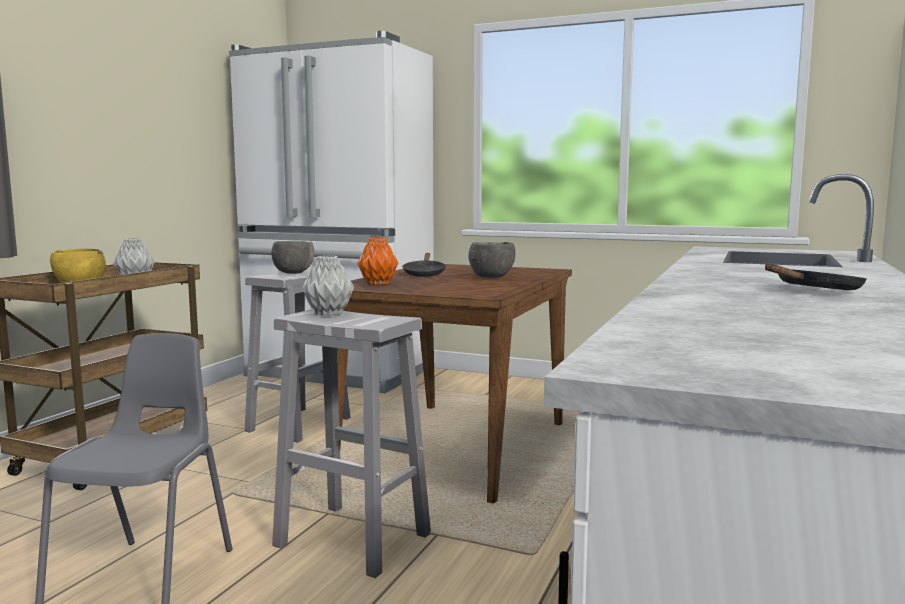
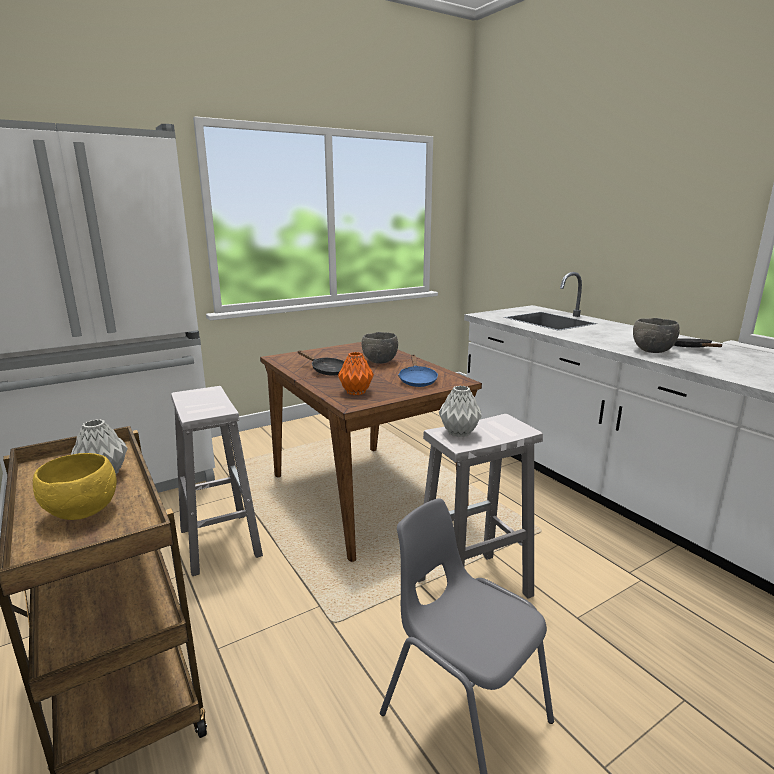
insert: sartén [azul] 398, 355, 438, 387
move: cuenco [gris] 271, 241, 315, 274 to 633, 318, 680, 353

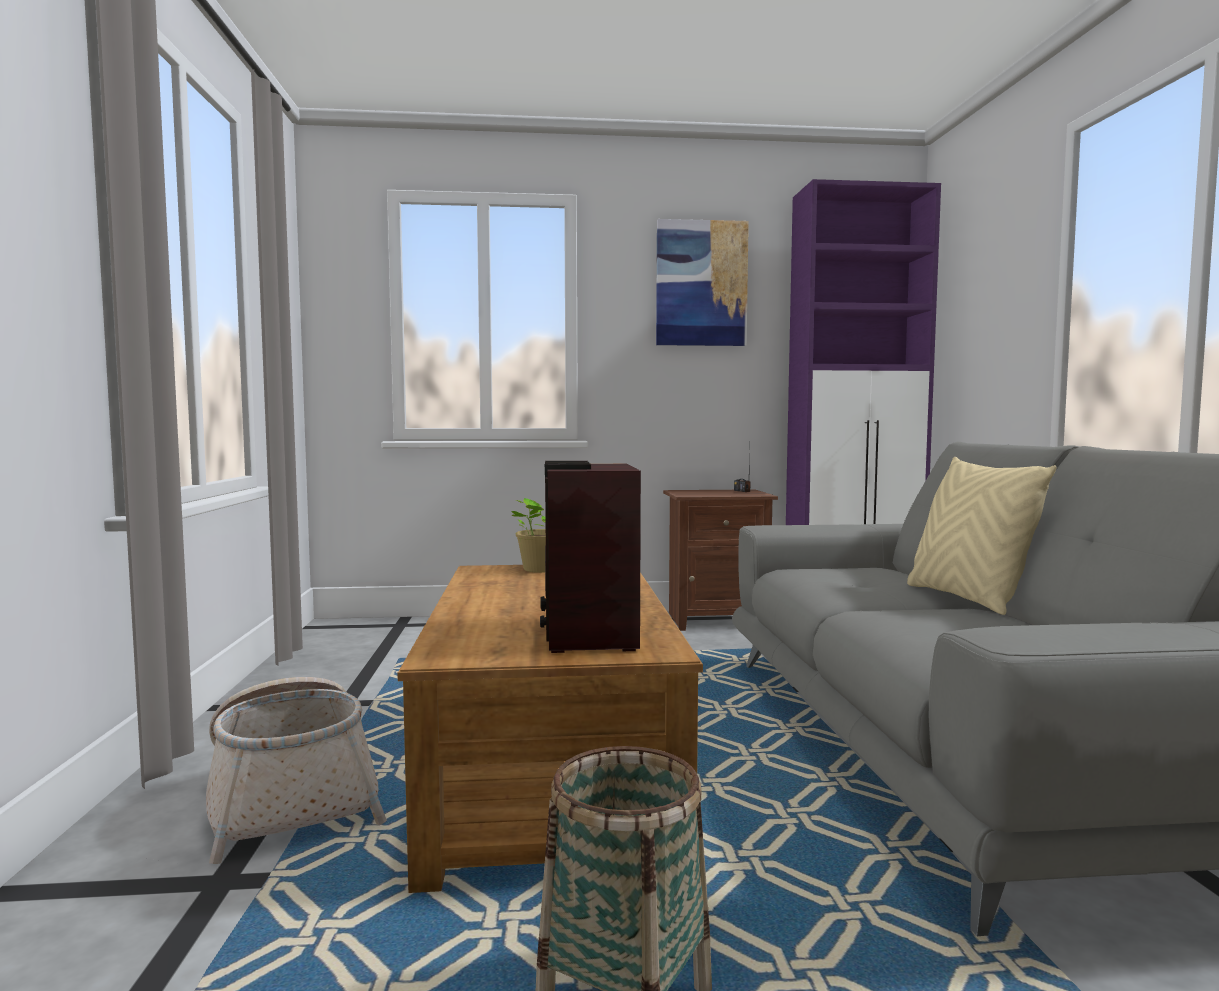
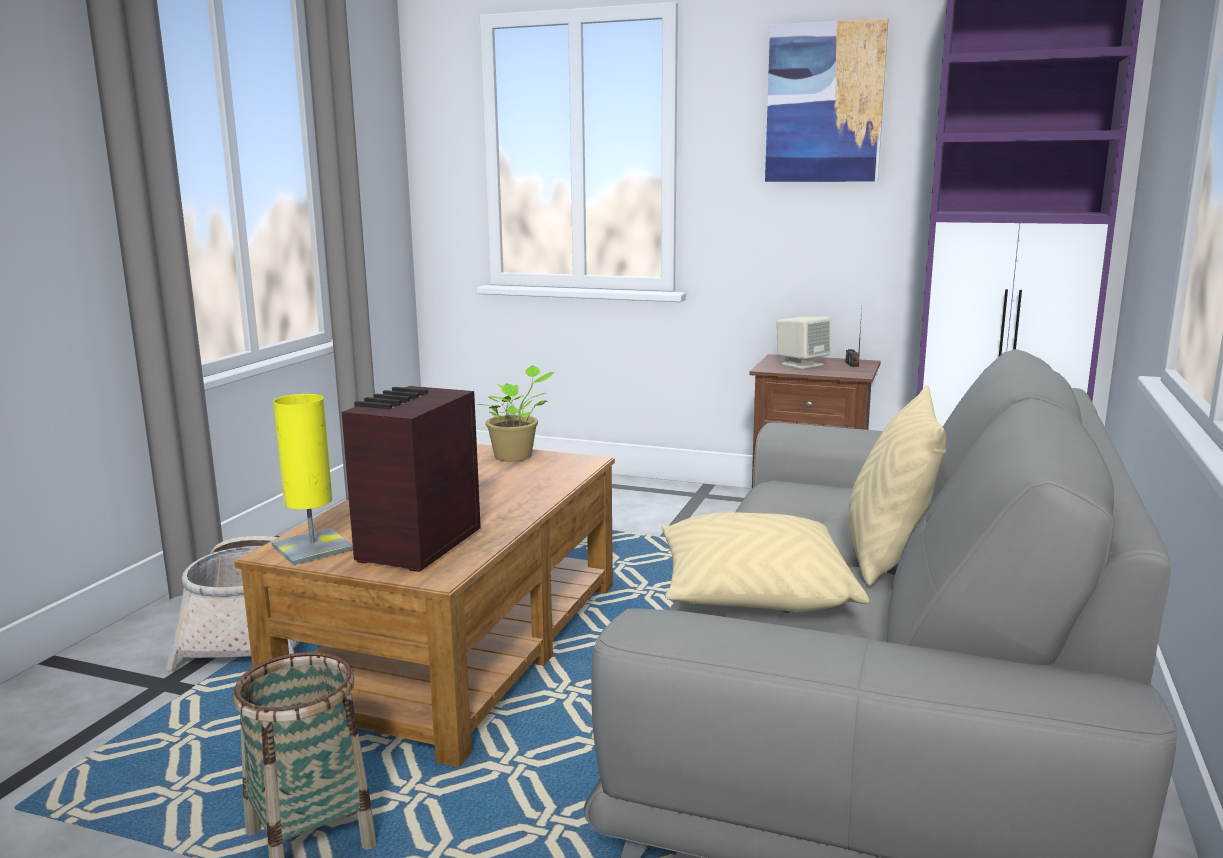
insert: lámpara de mesa [amarillo] 272, 394, 353, 565; cojín [beis] 661, 512, 869, 612; altavoz [beis] 777, 317, 831, 369

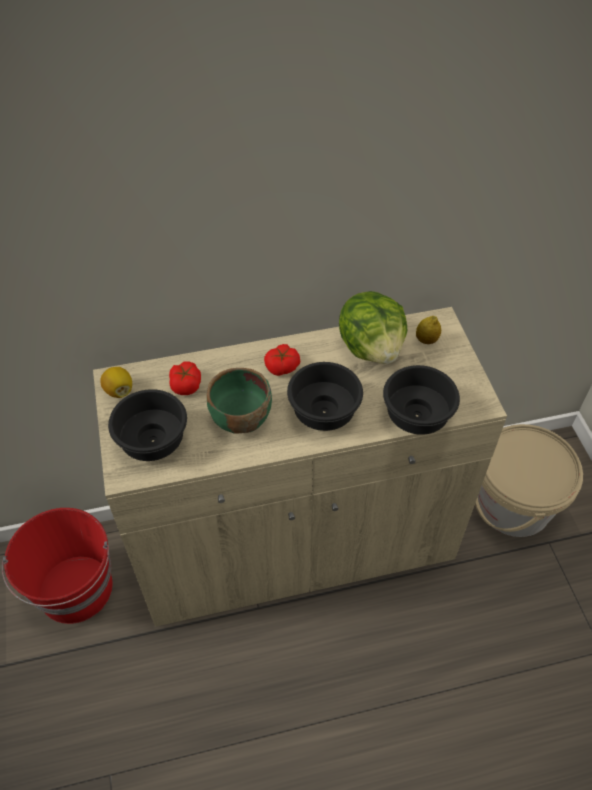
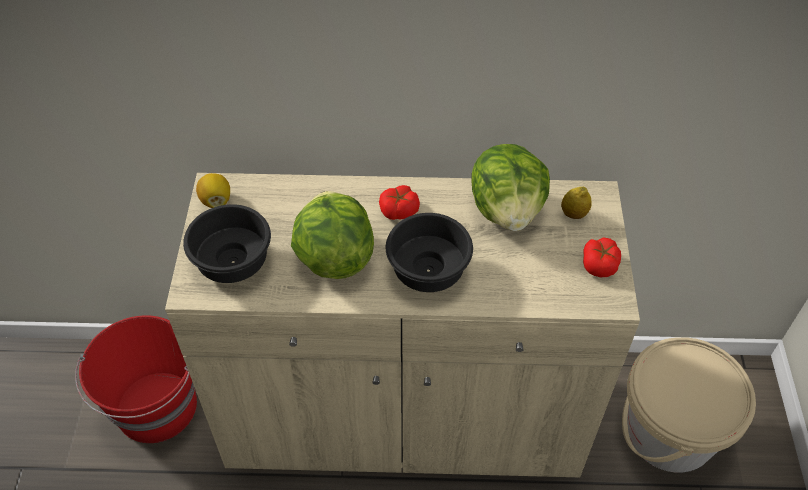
delete: cuenco [negro] 383, 365, 460, 435
move: tomate 169, 362, 201, 395 to 583, 237, 621, 277
replace: cuenco [verde] 207, 368, 272, 434 to lechuga 291, 191, 374, 279

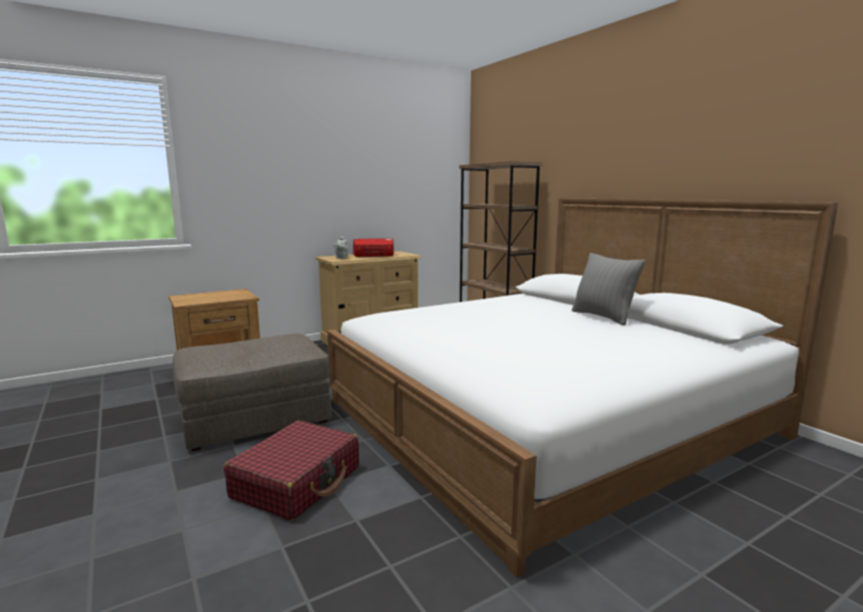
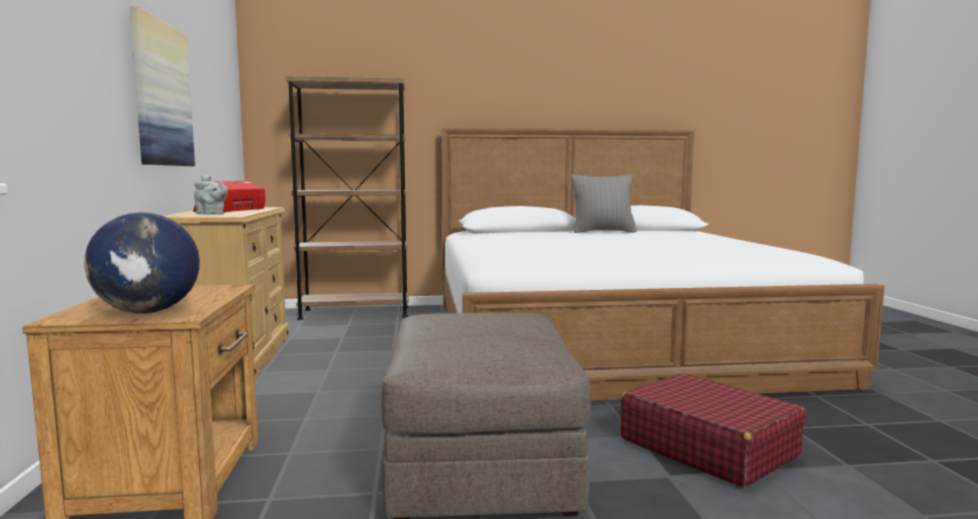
insert: globo terráqueo 84, 212, 200, 313; cuadro 130, 5, 195, 166

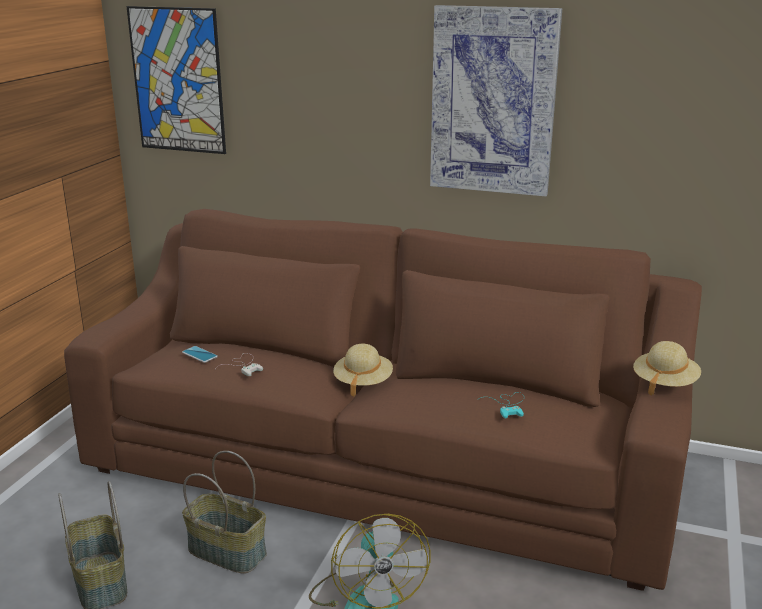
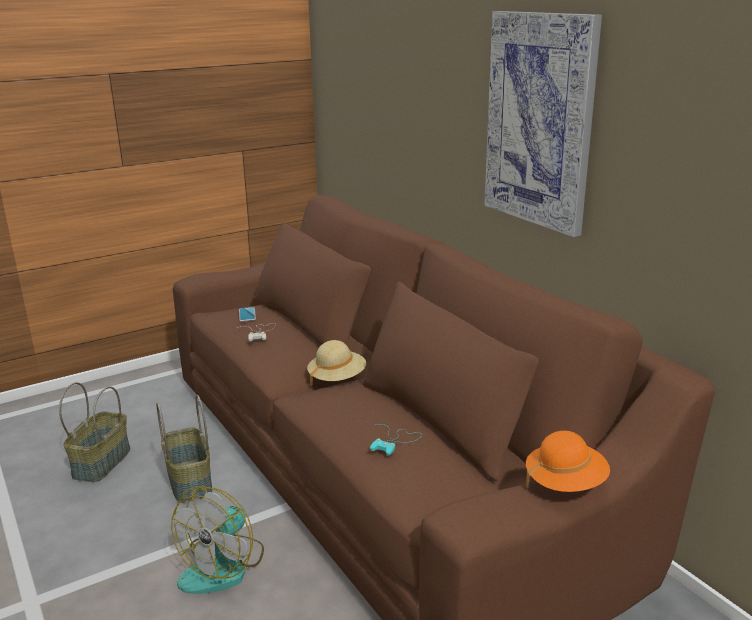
delete: cuadro 126, 6, 226, 154
recolor: sombrero [beis] 633, 341, 701, 396 to sombrero [naranja] 526, 431, 610, 492

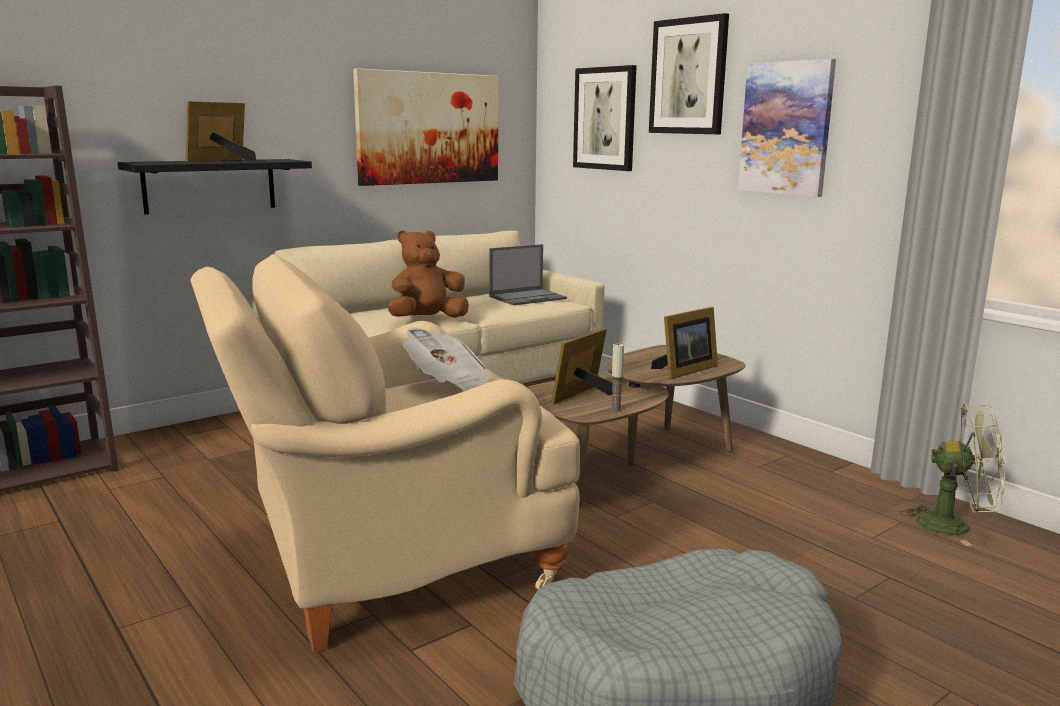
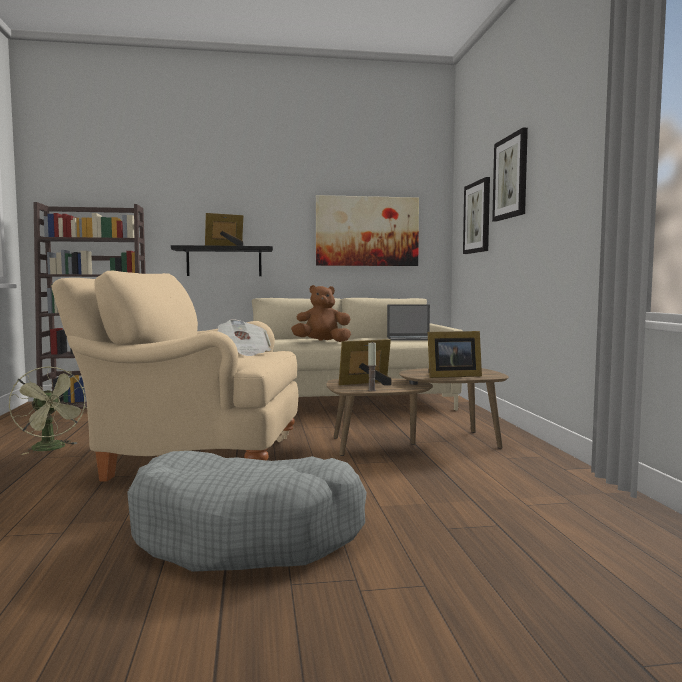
delete: cuadro 738, 59, 836, 197
move: ventilador [verde] 900, 403, 1005, 546 to 9, 366, 87, 455

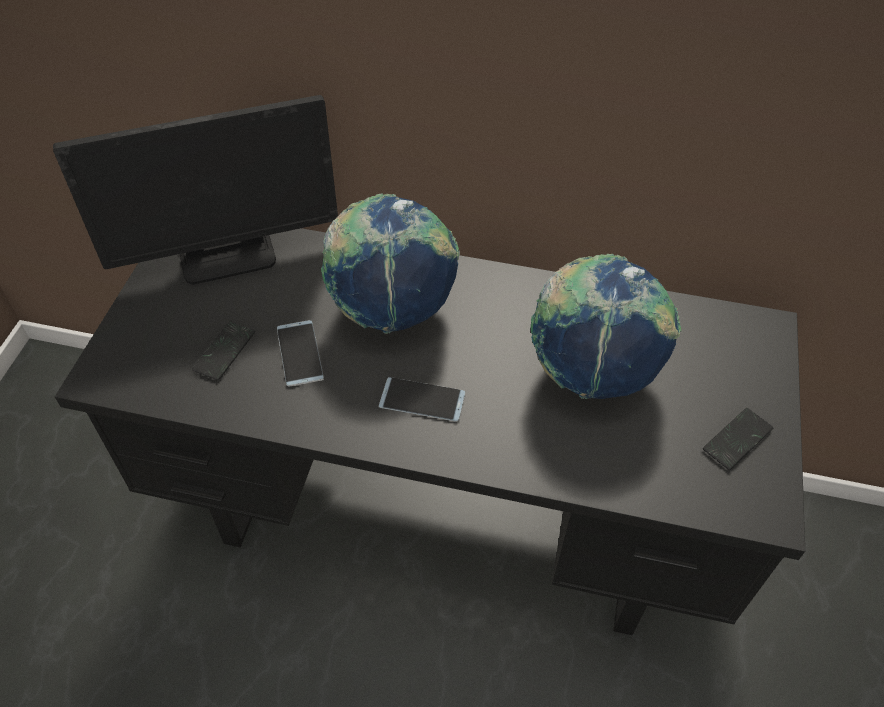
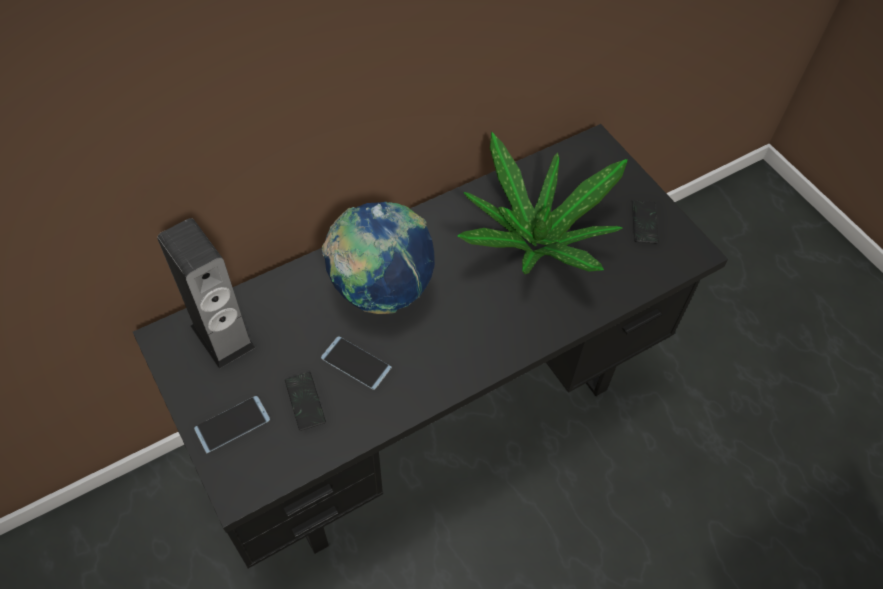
move: móvil 379, 377, 465, 422 to 194, 396, 270, 453
replace: monitor 53, 95, 338, 285 to altavoz 157, 218, 256, 369; globo terráqueo 531, 254, 681, 399 to planta en maceta 457, 132, 628, 274

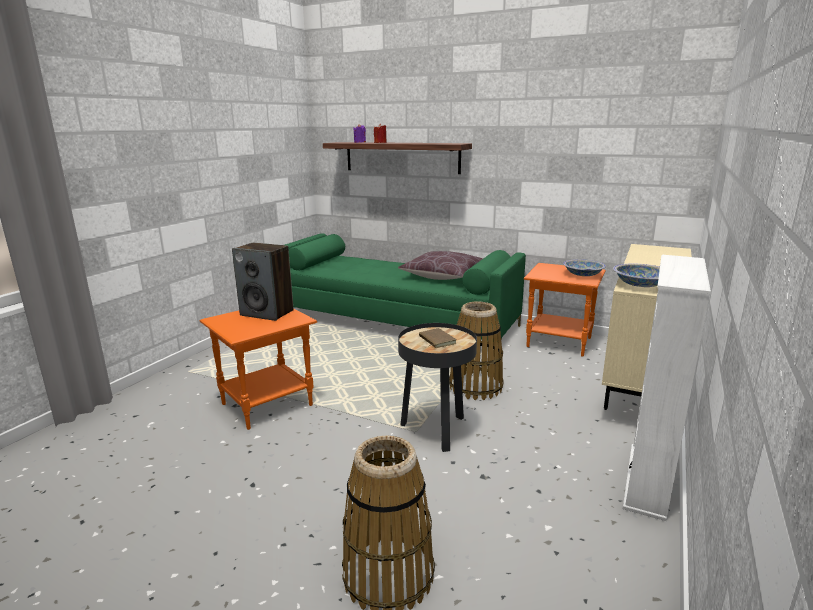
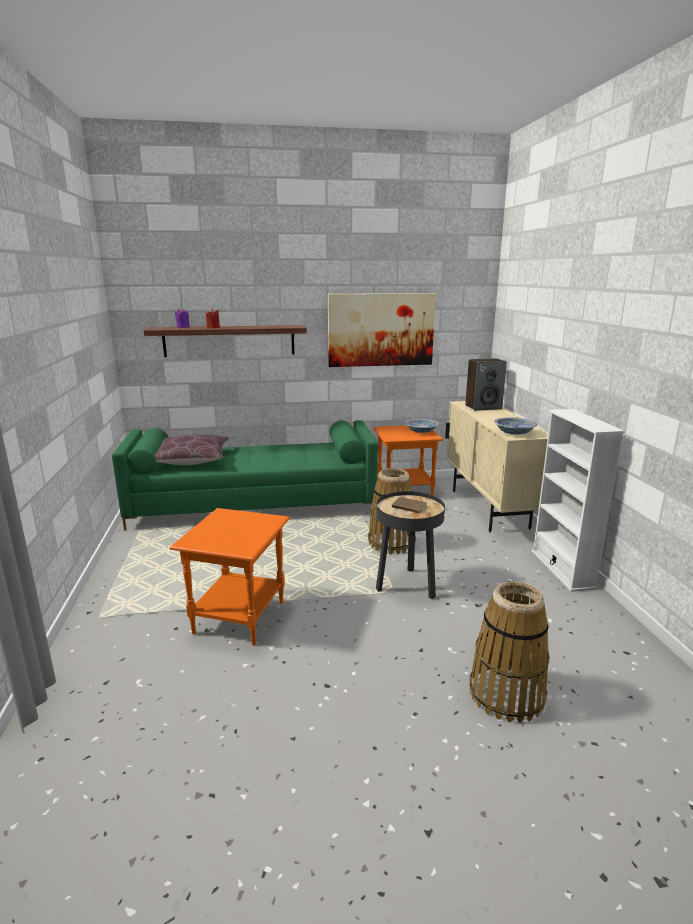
insert: cuadro 328, 293, 436, 367
move: cojín [marrón] 398, 251, 483, 280 to 155, 435, 229, 465; altavoz 232, 243, 294, 321 to 465, 358, 507, 411

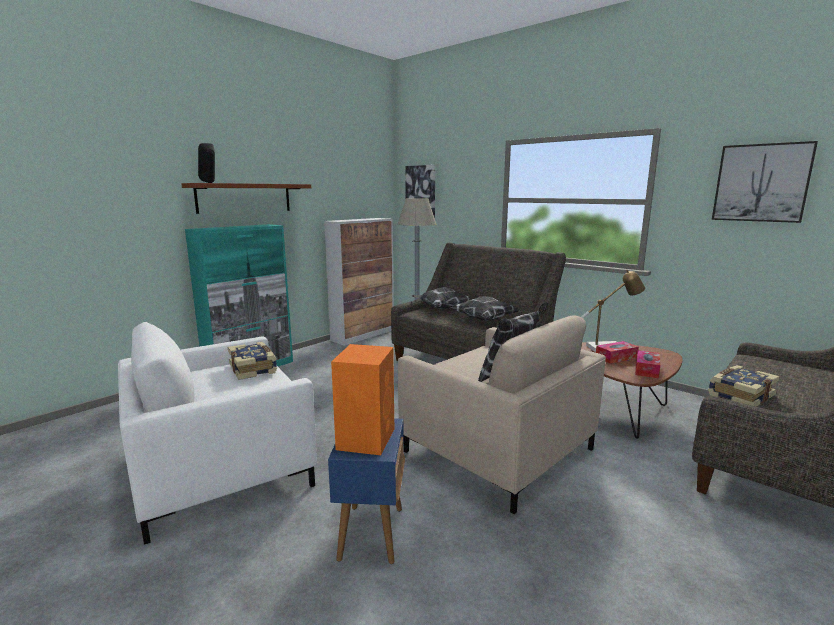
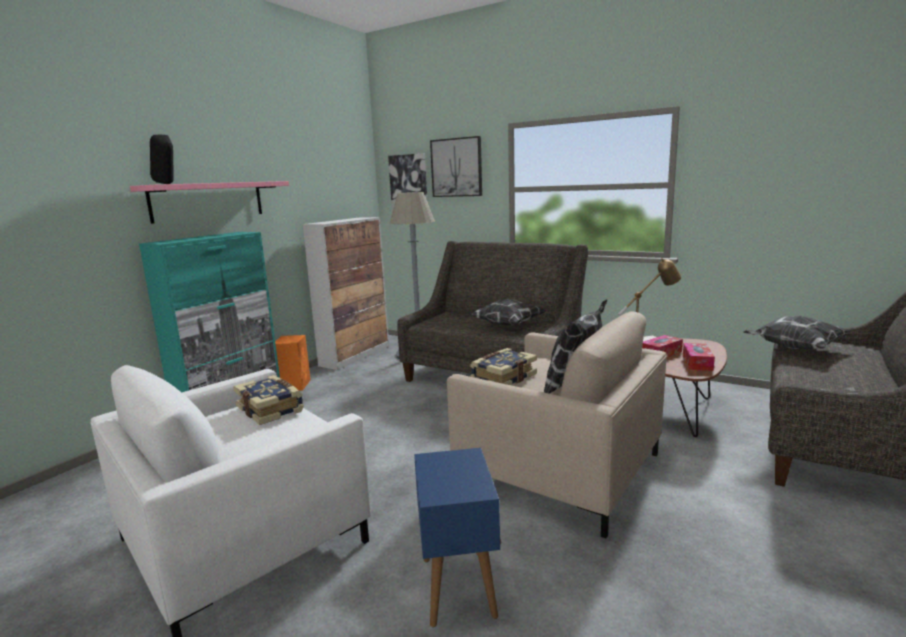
move: altavoz [naranja] 331, 344, 394, 455 to 275, 335, 311, 391; cuadro 712, 141, 818, 223 to 430, 136, 482, 197; libro 708, 365, 779, 407 to 470, 348, 537, 386; cojín 412, 287, 472, 309 to 743, 315, 852, 350
recolor: estante [marrón] 181, 183, 311, 214 to estante [rosa] 130, 181, 289, 224

